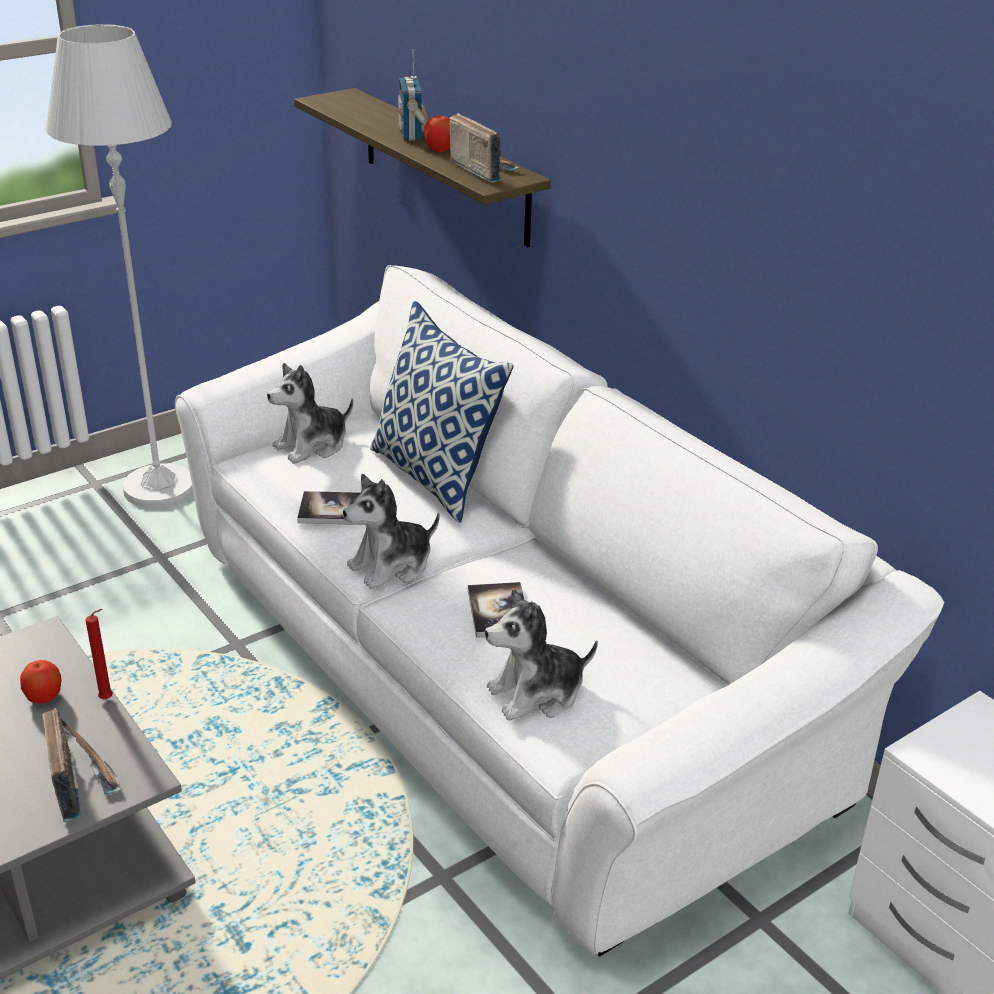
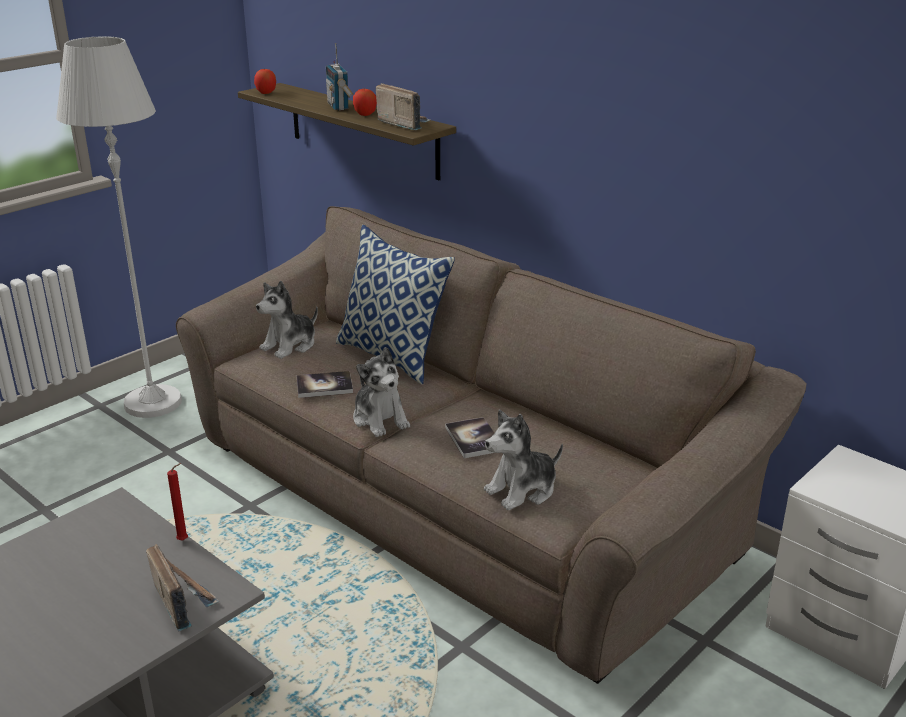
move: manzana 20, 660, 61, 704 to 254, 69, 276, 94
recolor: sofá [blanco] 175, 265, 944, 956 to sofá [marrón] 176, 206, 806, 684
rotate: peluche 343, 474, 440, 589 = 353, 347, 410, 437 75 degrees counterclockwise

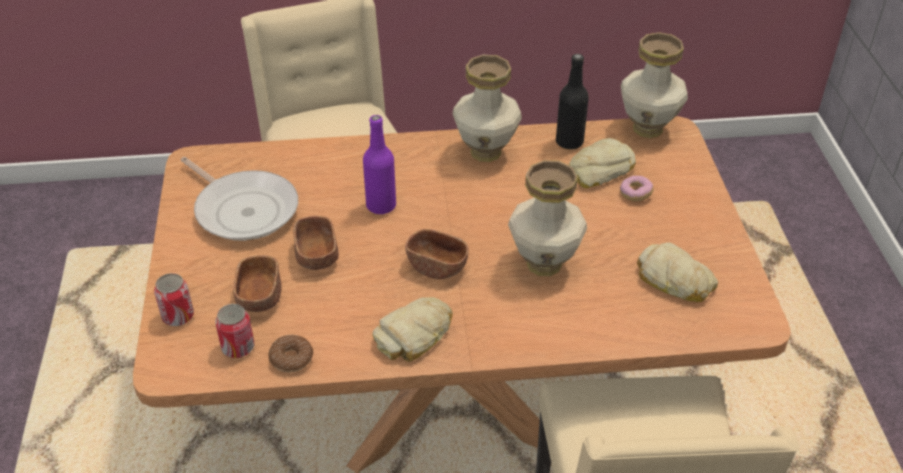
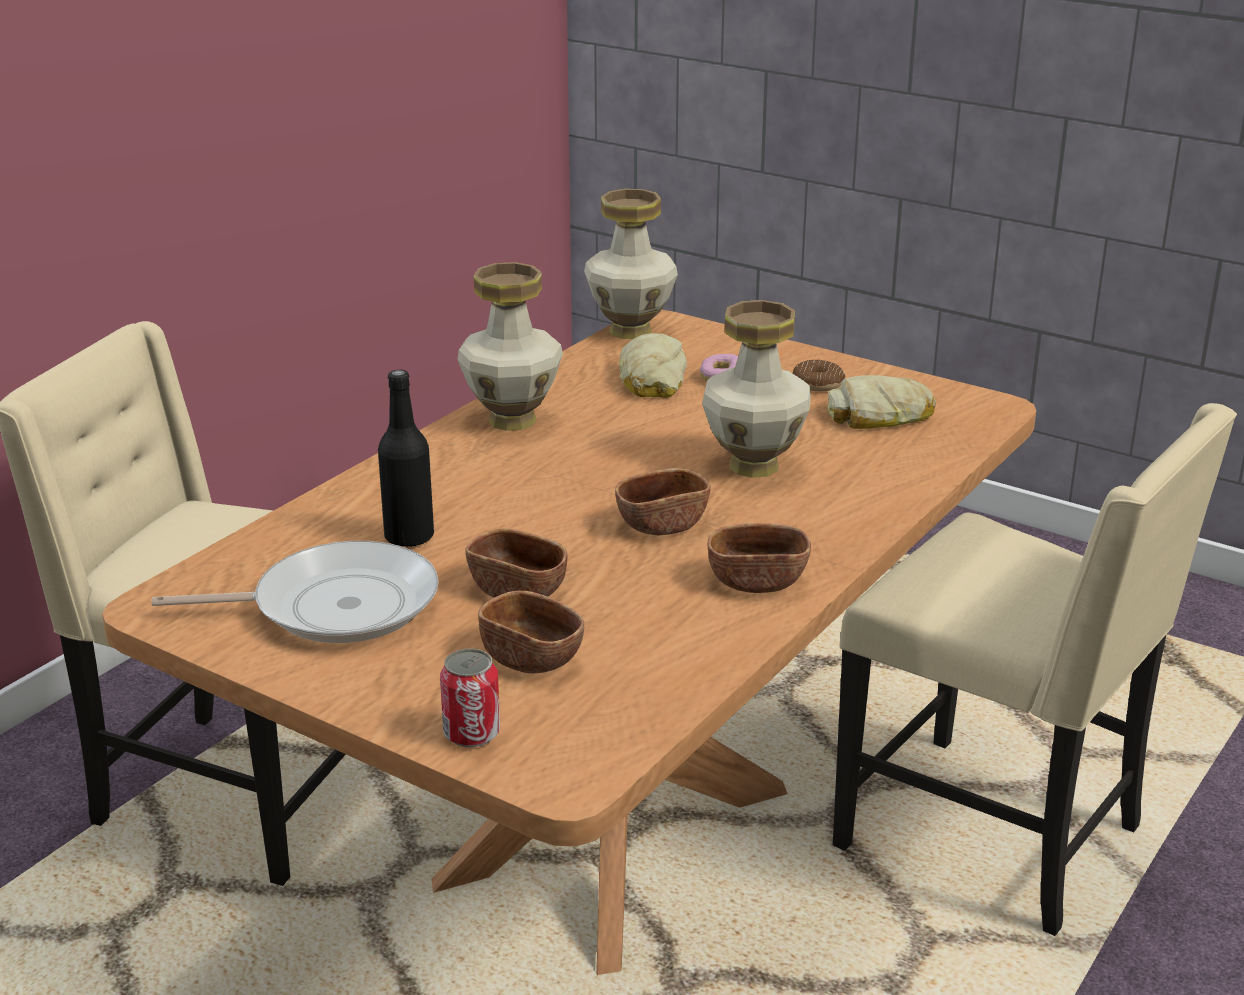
delete: lata 215, 304, 254, 358; botella [morado] 363, 115, 396, 214
move: botella [negro] 556, 54, 589, 150 to 378, 370, 434, 547; rosquilla 268, 335, 313, 372 to 792, 360, 845, 392
replace: pan 372, 297, 453, 361 to cuenco [marrón] 708, 523, 811, 593

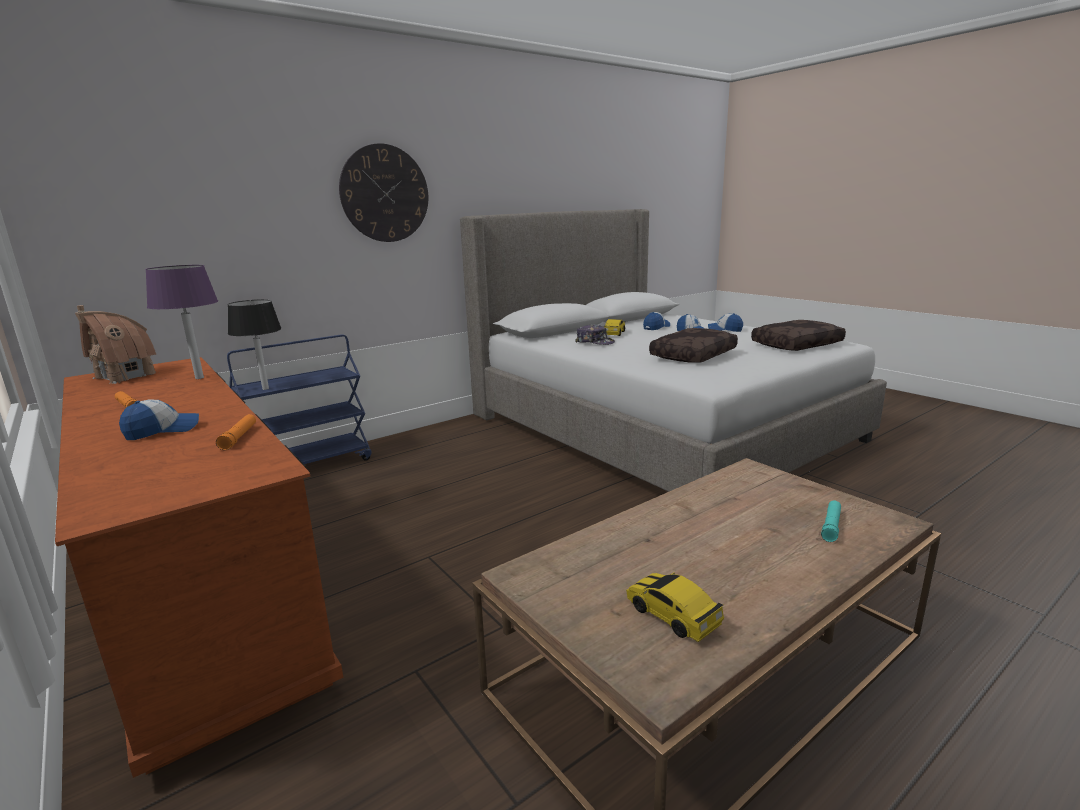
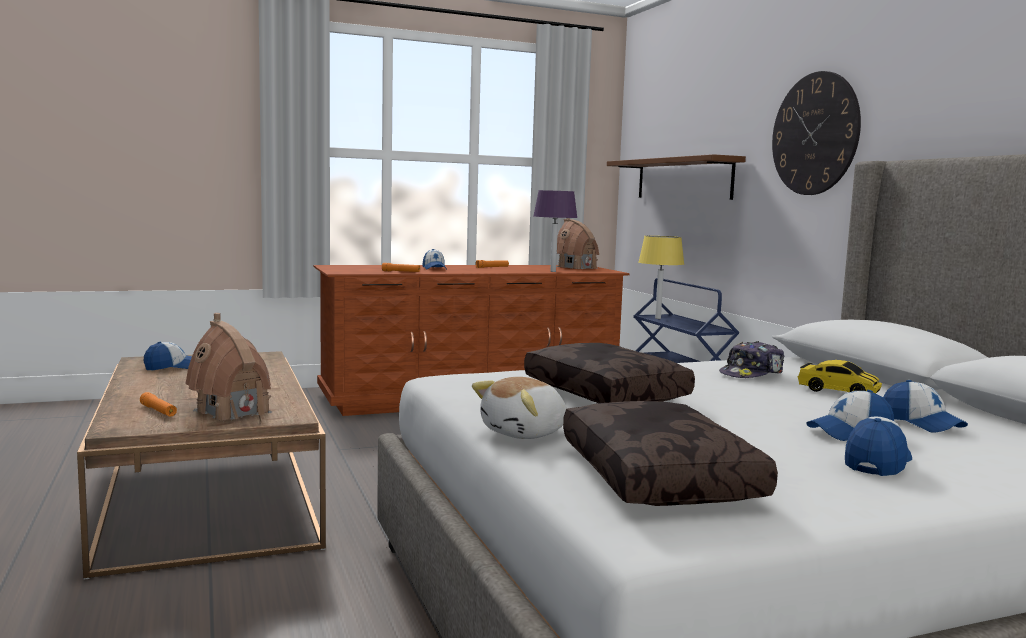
insert: casita 185, 313, 272, 422; peluche 472, 377, 567, 439; estante [marrón] 607, 154, 746, 200
replace: coche de juguete 626, 572, 724, 642 to gorra 144, 342, 192, 370
recolor: linterna [turquesa] 821, 501, 841, 542 to linterna [naranja] 140, 392, 177, 417; lámpara de mesa [negro] 228, 299, 282, 390 to lámpara de mesa [amarillo] 639, 236, 684, 319

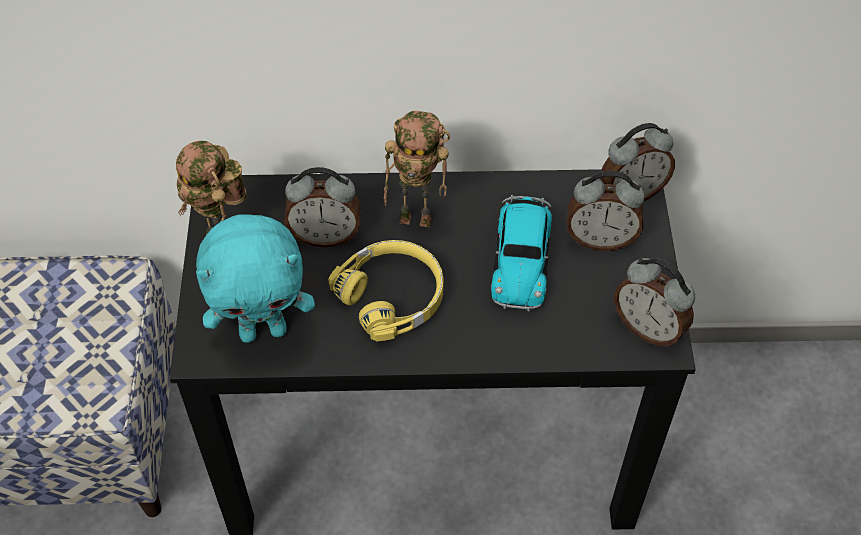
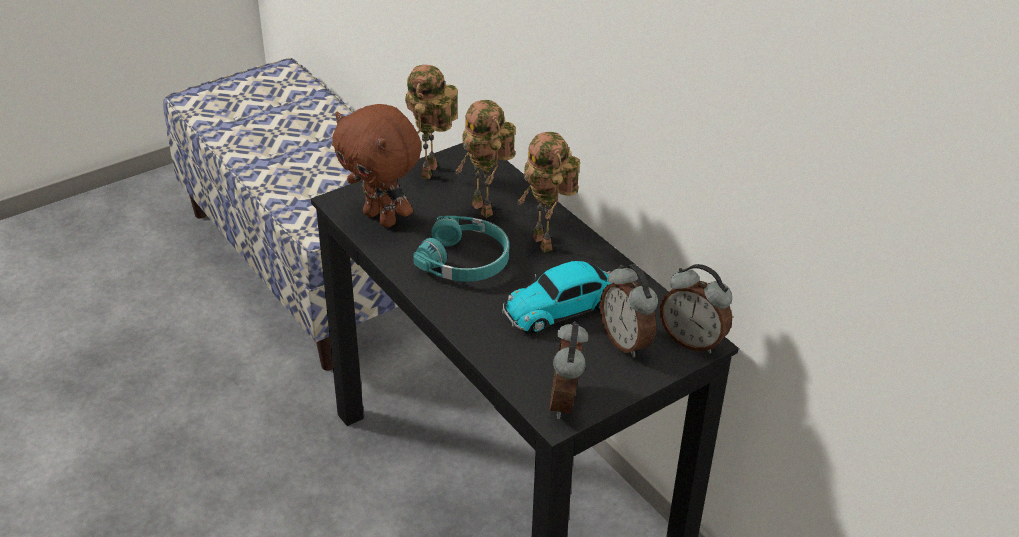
replace: despertador 284, 167, 361, 247 to robot de juguete 455, 100, 516, 218
recolor: peluche [turquesa] 196, 214, 315, 343 to peluche [marrón] 332, 104, 422, 228; auriculares [amarillo] 328, 240, 443, 341 to auriculares [turquesa] 413, 216, 509, 282

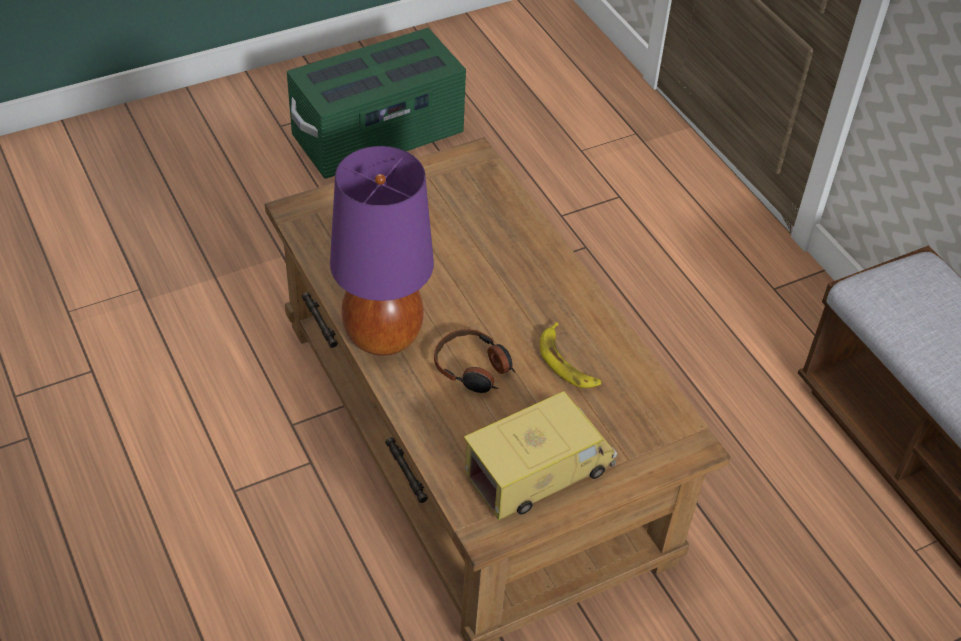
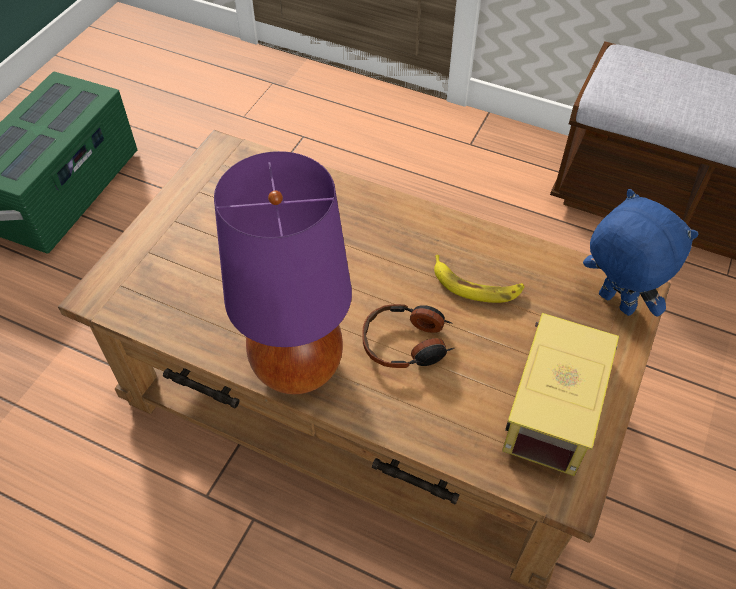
insert: peluche [azul] 583, 189, 699, 317

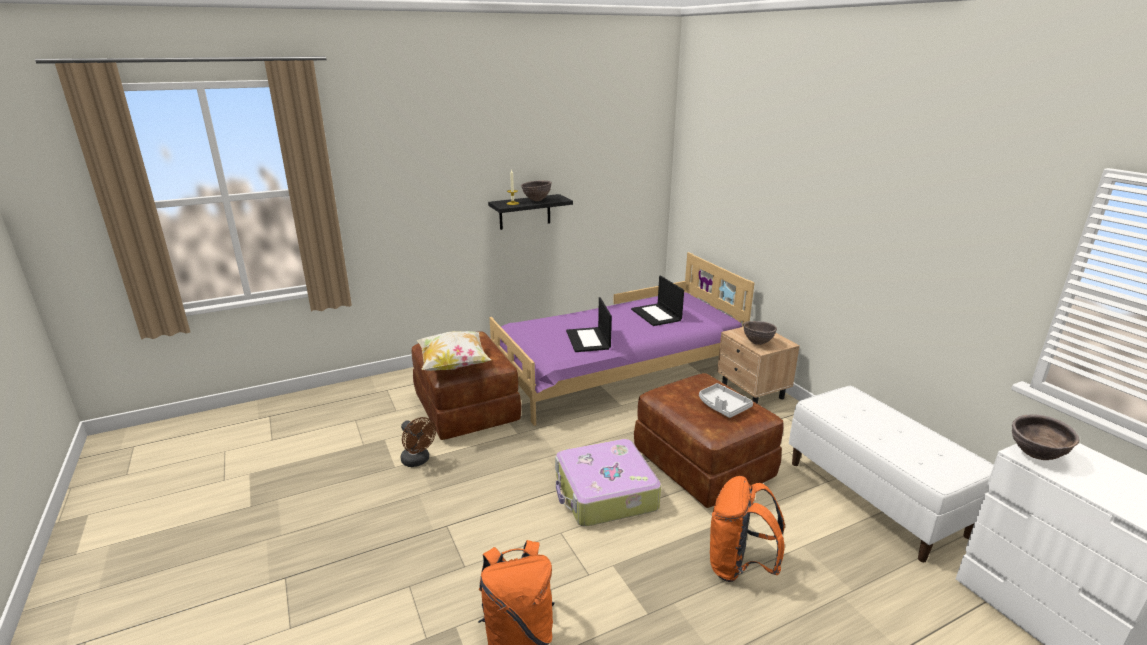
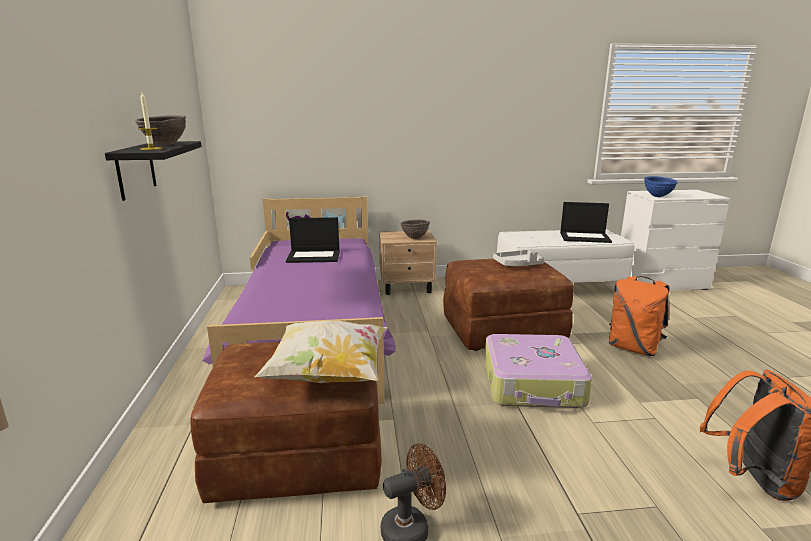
move: portátil 566, 297, 612, 352 to 560, 202, 612, 243
recolor: cuenco [marrón] 1012, 414, 1079, 460 to cuenco [azul] 644, 176, 678, 197

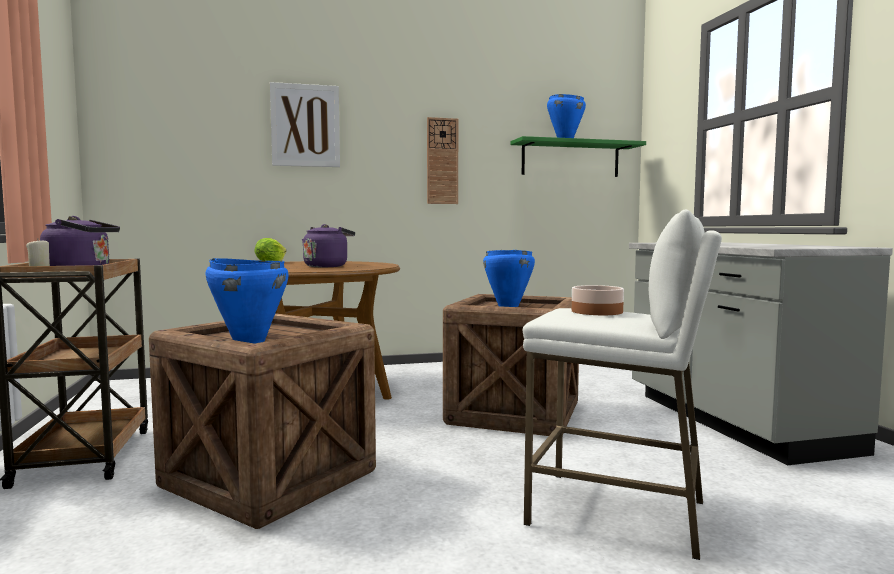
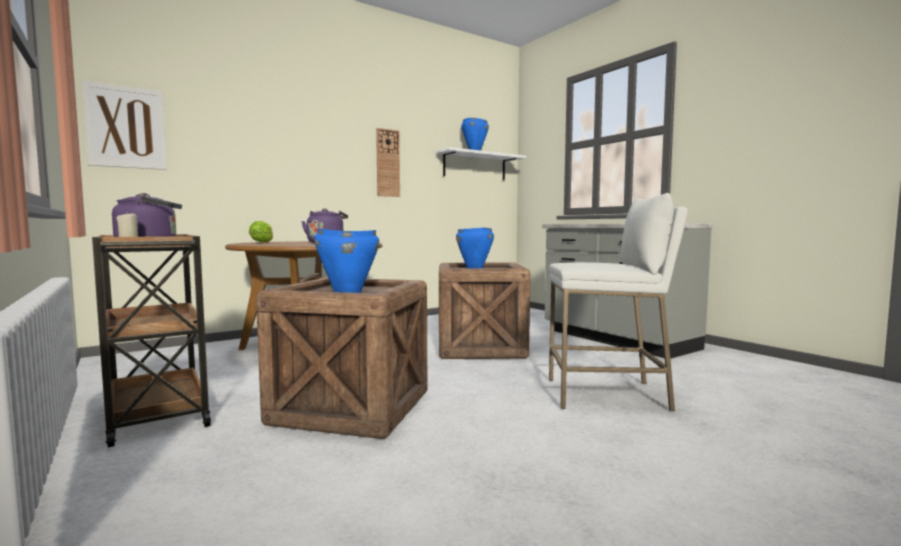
delete: cuenco 572, 285, 624, 315
move: cuadro 270, 82, 340, 167 to 82, 80, 167, 170
recolor: estante [verde] 510, 136, 646, 177 to estante [blanco] 435, 147, 526, 180

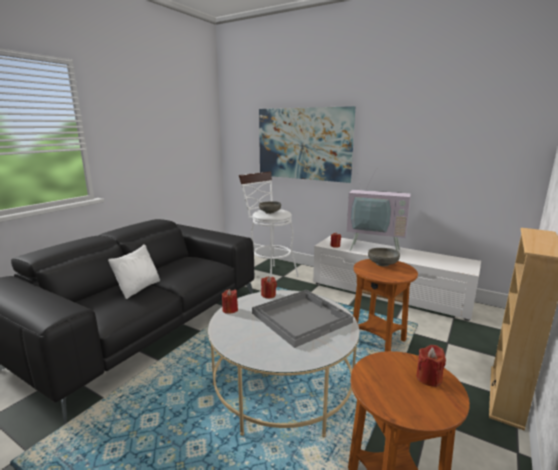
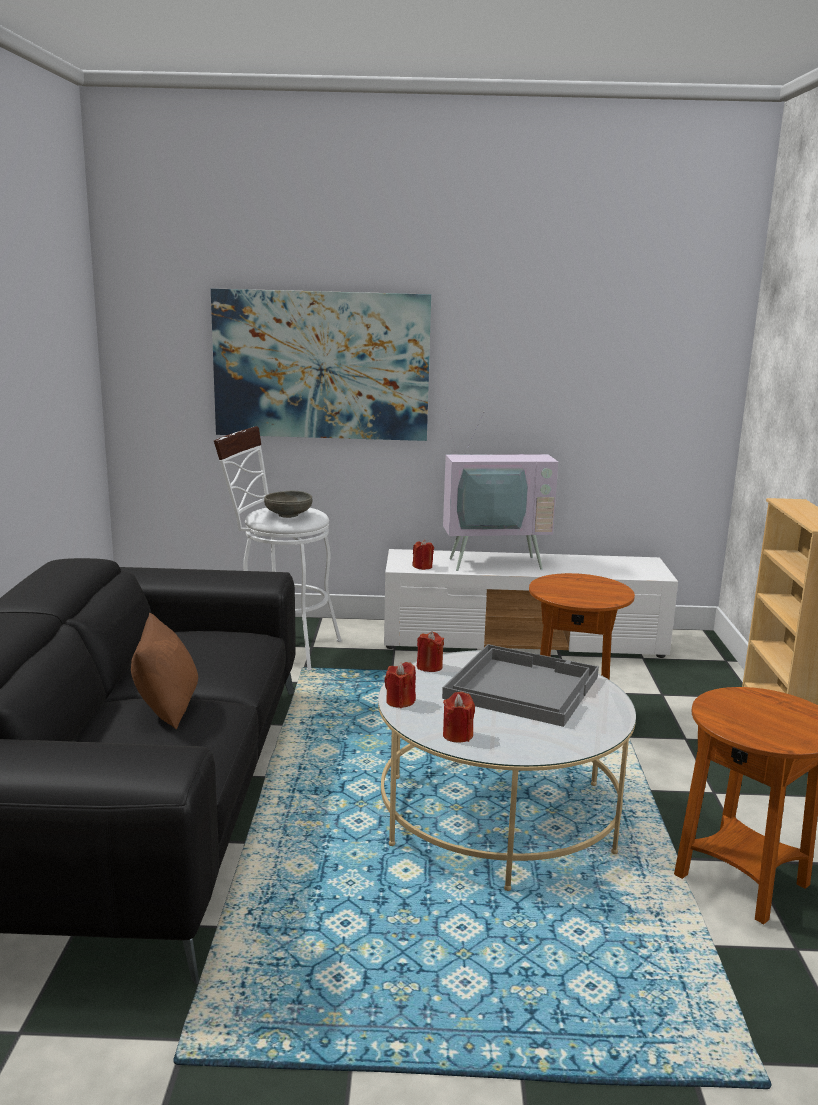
delete: cuenco [gris] 368, 248, 400, 266
move: vela [rojo] 416, 345, 446, 387 to 443, 692, 475, 742
recolor: cojín [blanco] 108, 244, 160, 299 to cojín [marrón] 131, 613, 198, 729

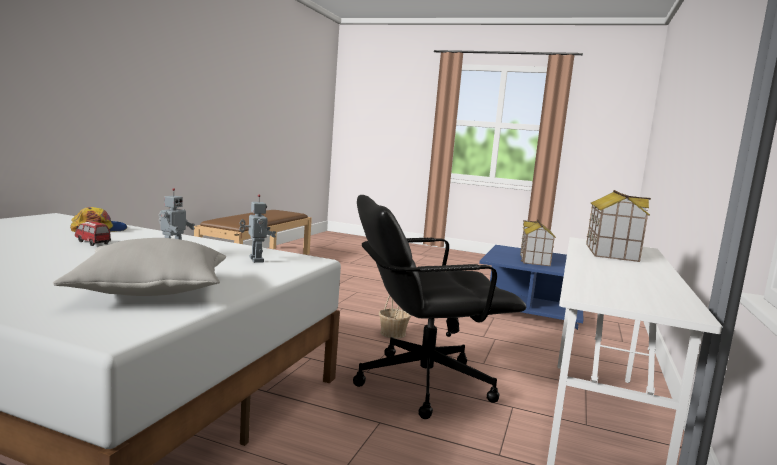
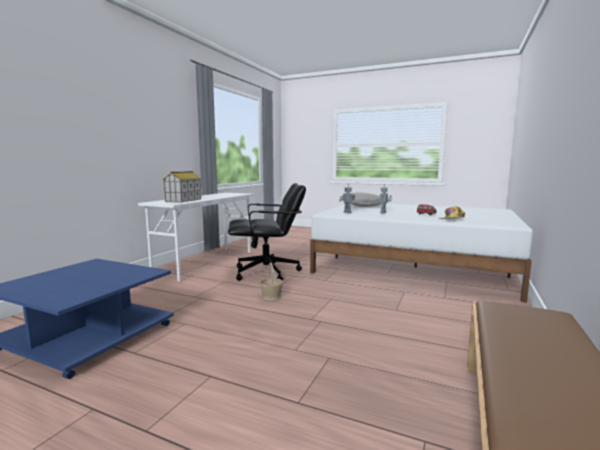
delete: casita 520, 219, 556, 266

